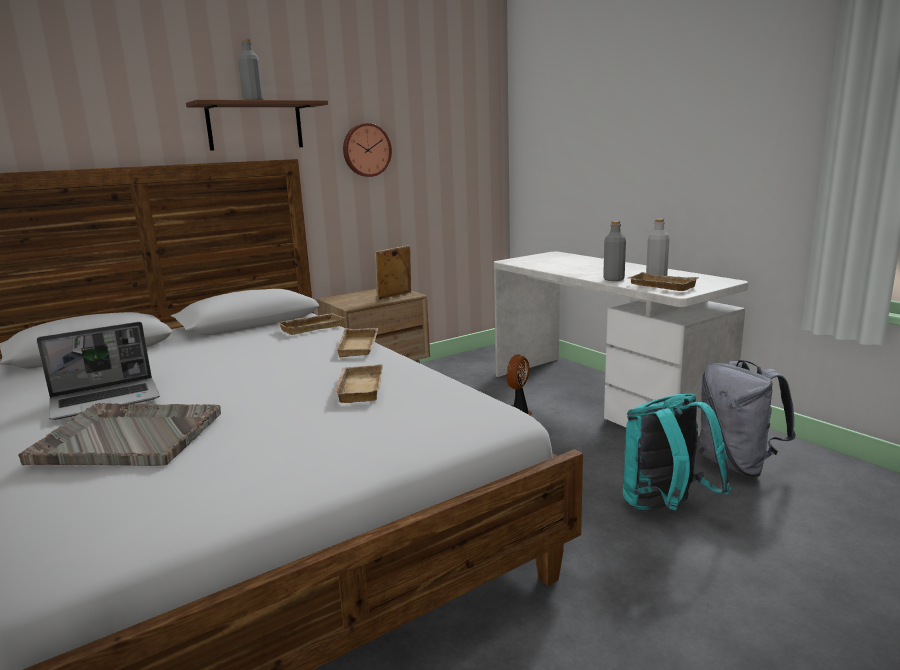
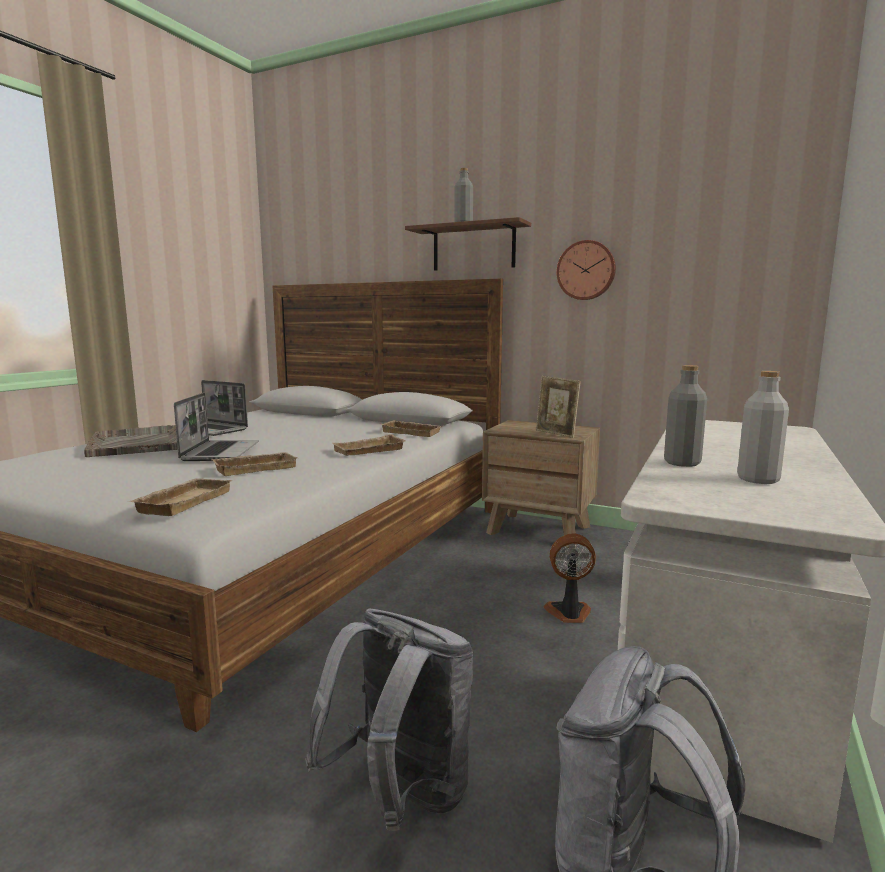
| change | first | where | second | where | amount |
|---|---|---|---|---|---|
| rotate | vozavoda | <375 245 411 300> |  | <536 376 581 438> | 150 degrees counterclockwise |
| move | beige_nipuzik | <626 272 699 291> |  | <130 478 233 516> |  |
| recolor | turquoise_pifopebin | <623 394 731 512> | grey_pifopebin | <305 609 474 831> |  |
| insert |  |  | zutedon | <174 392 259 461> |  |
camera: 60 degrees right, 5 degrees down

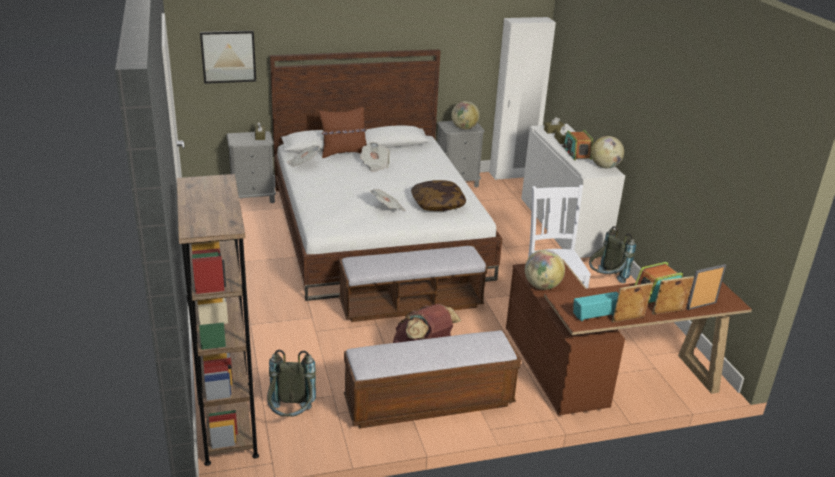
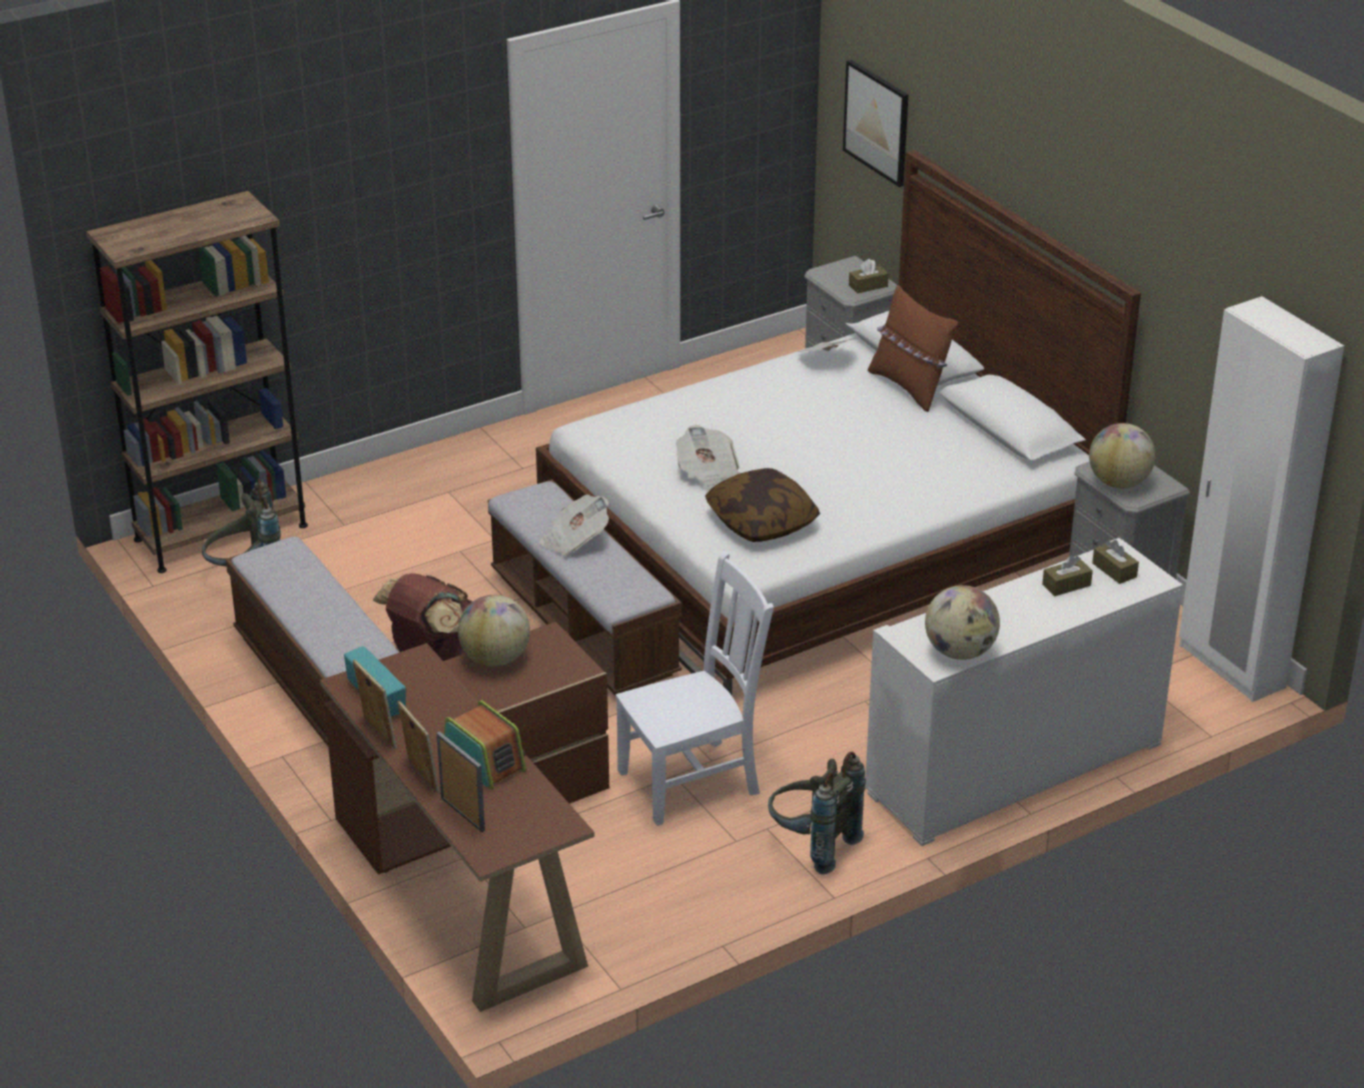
| change | first | where | second | where | amount |
|---|---|---|---|---|---|
| delete | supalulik | <562 130 593 160> |  |  |  |
| move | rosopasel | <360 142 390 172> |  | <540 494 609 556> |  |
camera: 75 degrees right, 5 degrees up

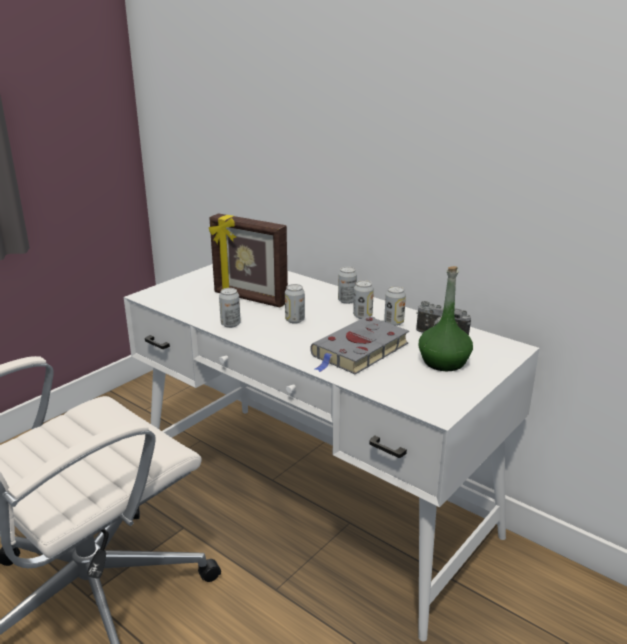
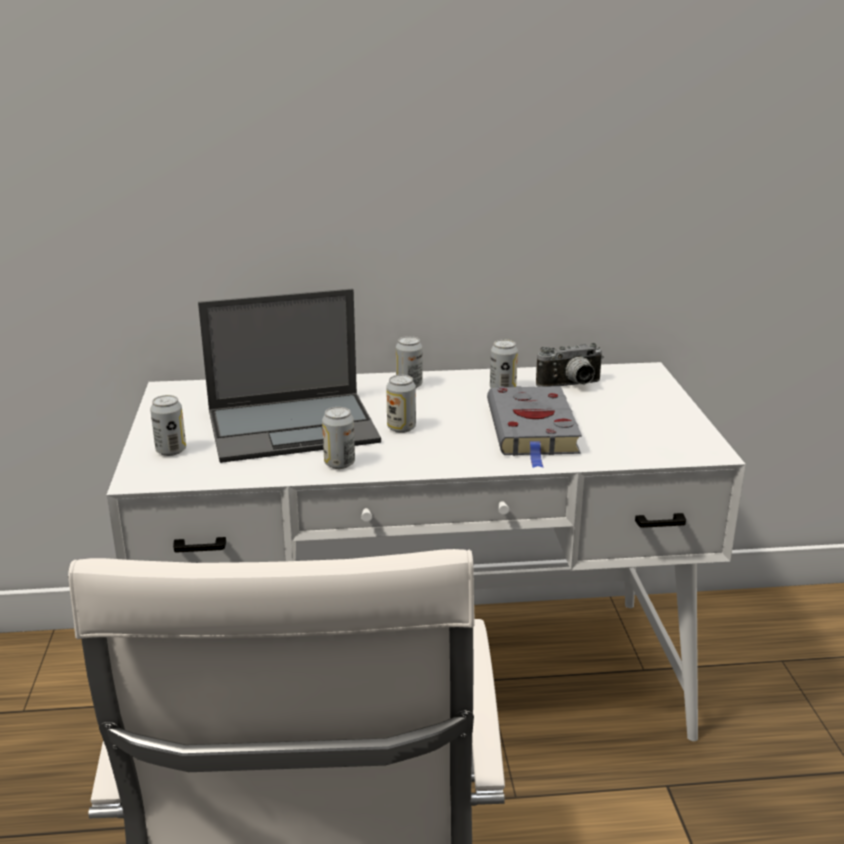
| change | first | where | second | where | amount |
|---|---|---|---|---|---|
| replace | vozavoda | <209 213 288 308> | zutedon | <198 288 381 463> |  |
| delete | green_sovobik | <419 266 473 371> |  |  |  |
| move | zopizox | <353 280 374 319> |  | <150 395 186 456> |  |
camera: 45 degrees left, 0 degrees up

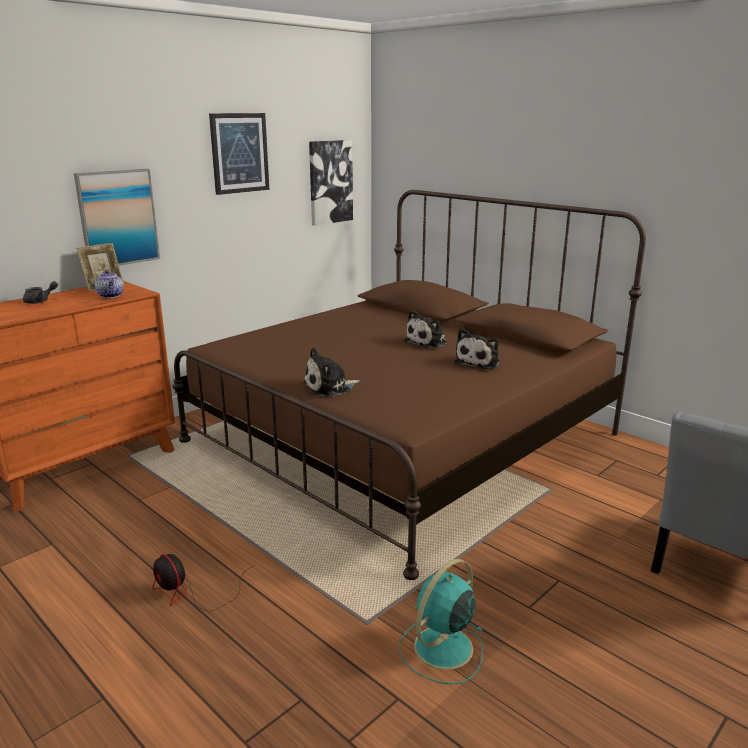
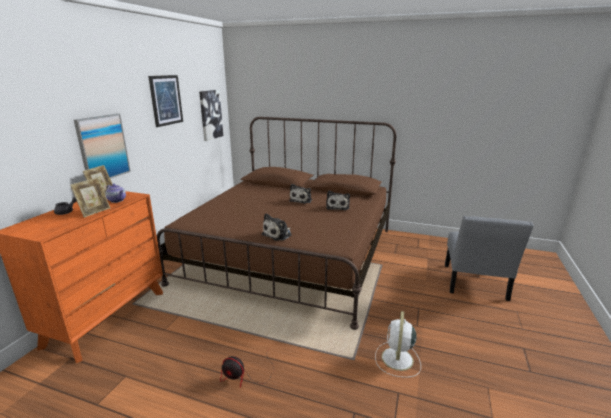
| change | first | where | second | where | amount |
|---|---|---|---|---|---|
| recolor | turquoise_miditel | <399 559 483 684> | white_miditel | <375 311 421 378> |  |
| insert |  |  | vozavoda | <70 178 110 218> |  |
camera: 25 degrees left, 0 degrees up

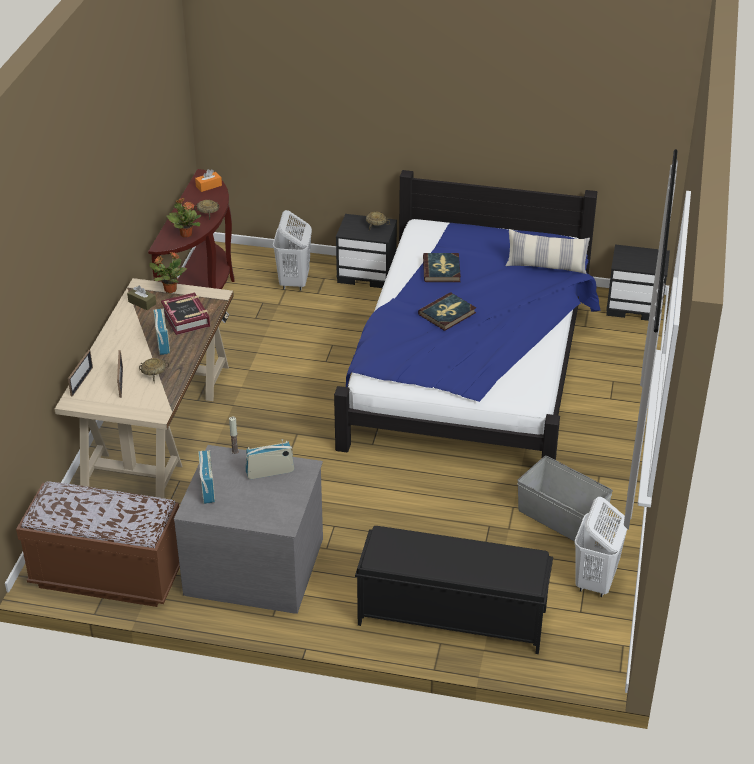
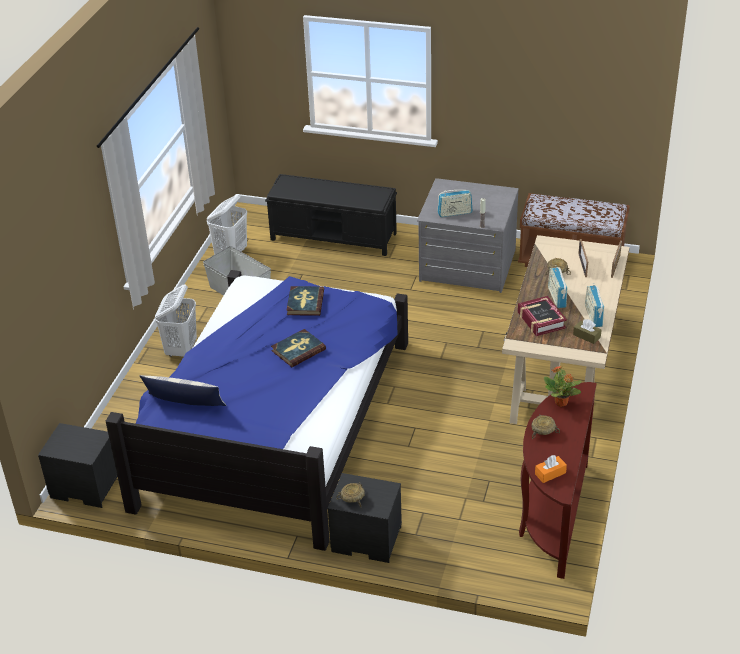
| change | first | where | second | where | amount |
|---|---|---|---|---|---|
| move | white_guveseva | <273 210 312 291> |  | <155 285 197 357> |  |
| delete | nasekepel | <150 252 187 293> |  |  |  |
| move | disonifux | <423 253 461 282> |  | <286 286 324 316> |  |
| move | supalulik | <198 450 215 504> |  | <585 283 604 327> |  |
camera: 175 degrees left, 0 degrees up

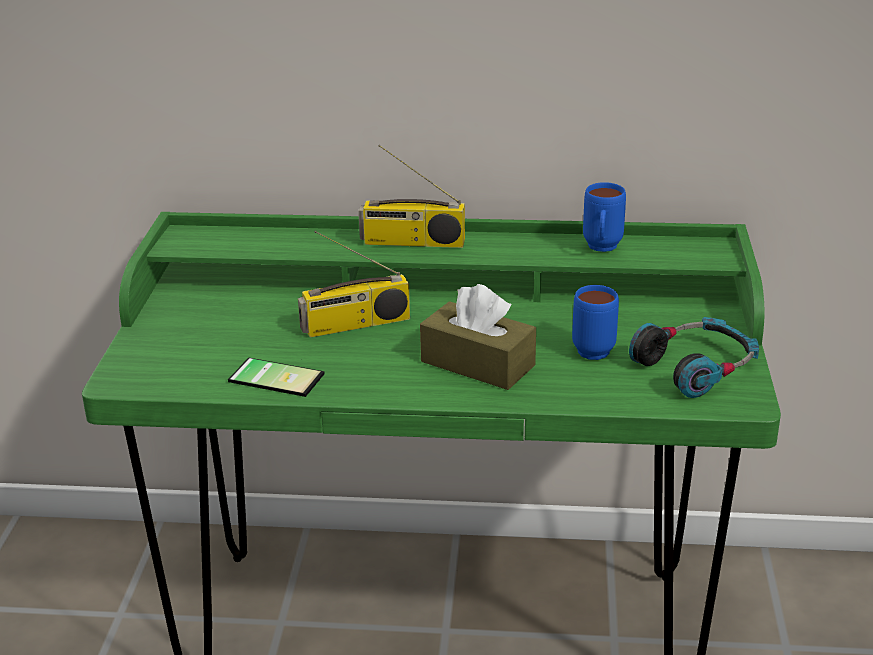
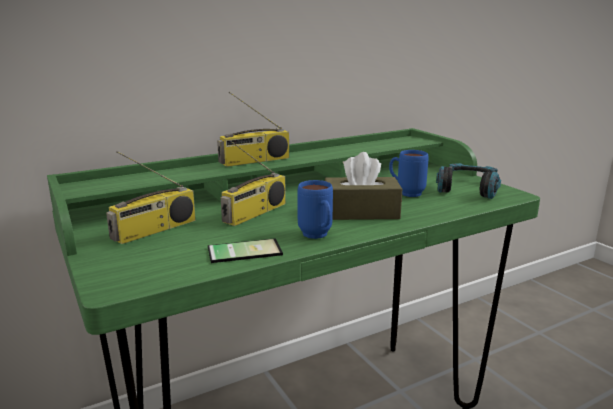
| change | first | where | second | where | amount |
|---|---|---|---|---|---|
| move | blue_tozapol | <583 182 626 252> |  | <297 180 333 239> |  |
| insert |  |  | supalulik | <106 151 196 244> |  |
camera: 35 degrees left, 10 degrees down

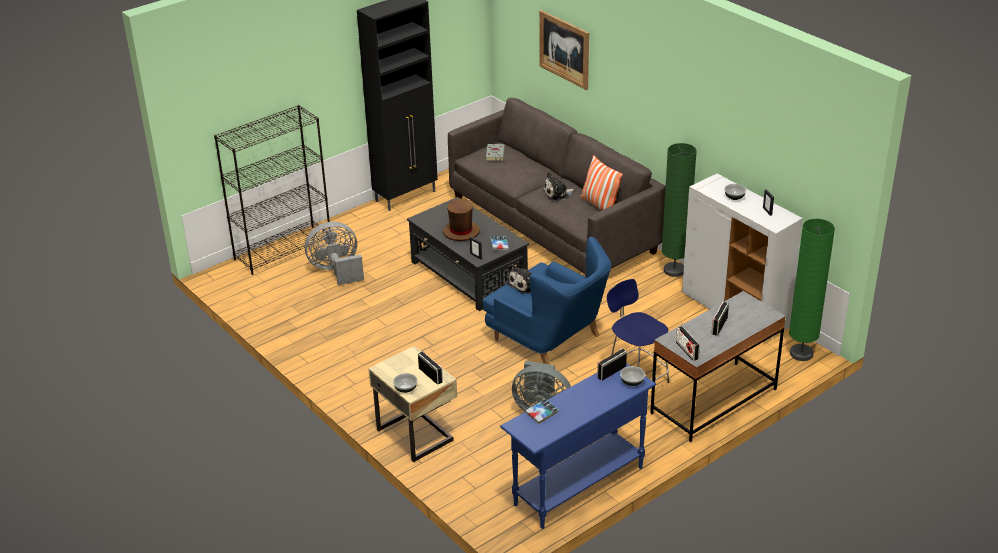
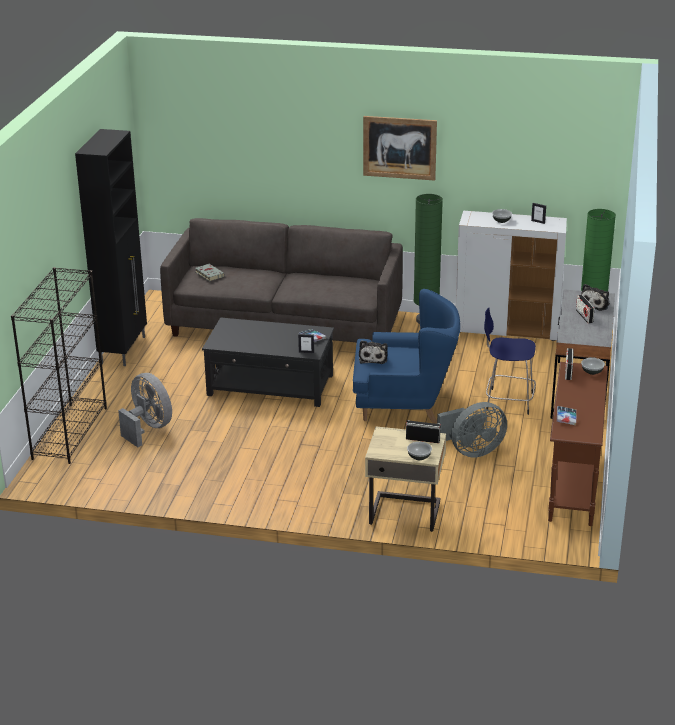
| change | first | where | second | where | amount |
|---|---|---|---|---|---|
| move | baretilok | <539 10 589 90> |  | <363 116 437 181> |  |
| delete | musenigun | <580 155 623 210> |  |  |  |
| move | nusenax | <543 172 575 201> |  | <581 284 610 311> |  |
| delete | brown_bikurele | <443 199 480 241> |  |  |  |
| rotate | grey_miditel | <305 222 364 285> |  | <118 373 172 447> | 105 degrees clockwise |
| delete | supalulik | <676 326 700 361> |  |  |  |
| recolor | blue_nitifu | <500 363 656 529> | brown_nitifu | <548 362 608 526> |  |
camera: 40 degrees left, 5 degrees down

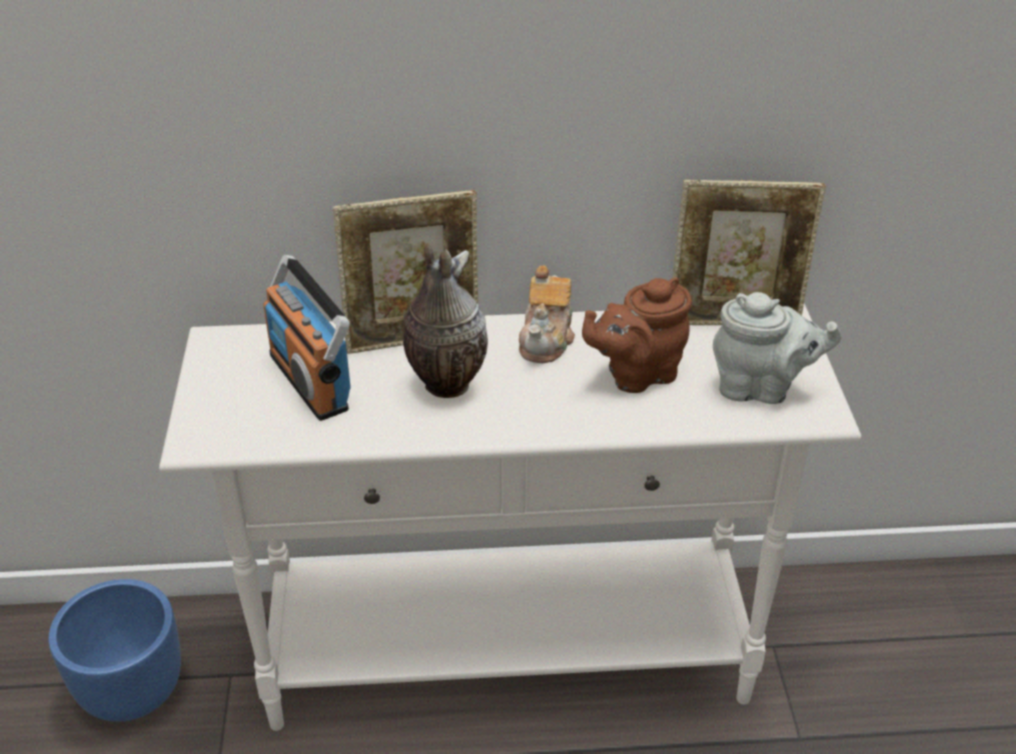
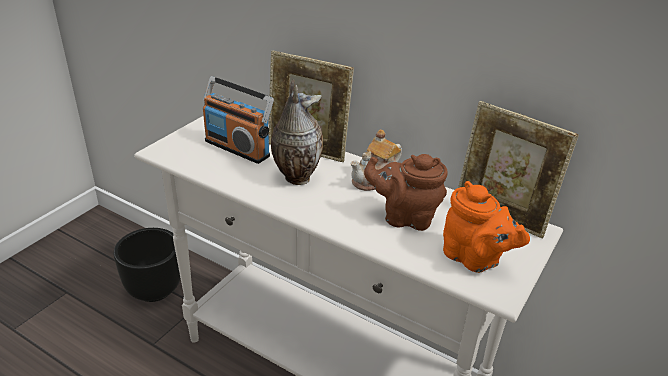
| change | first | where | second | where | amount |
|---|---|---|---|---|---|
| rotate | supalulik | <263 255 351 421> |  | <203 76 274 164> | 60 degrees counterclockwise |
| recolor | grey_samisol | <713 292 842 404> | orange_samisol | <443 181 530 273> |  |
| recolor | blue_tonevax | <49 579 181 722> | black_tonevax | <114 228 181 302> |  |
camera: 35 degrees right, 5 degrees down

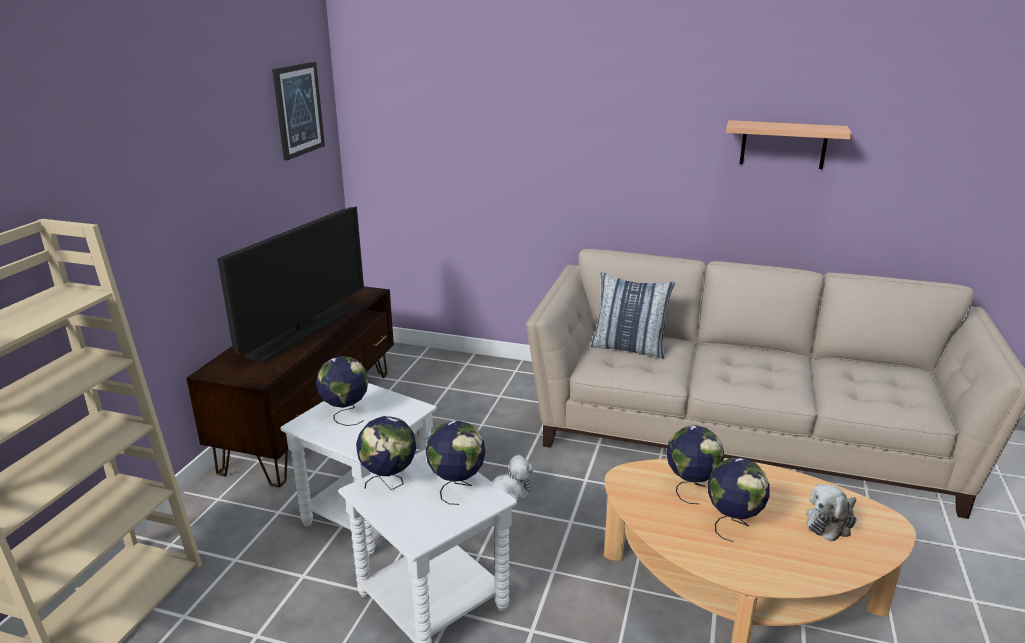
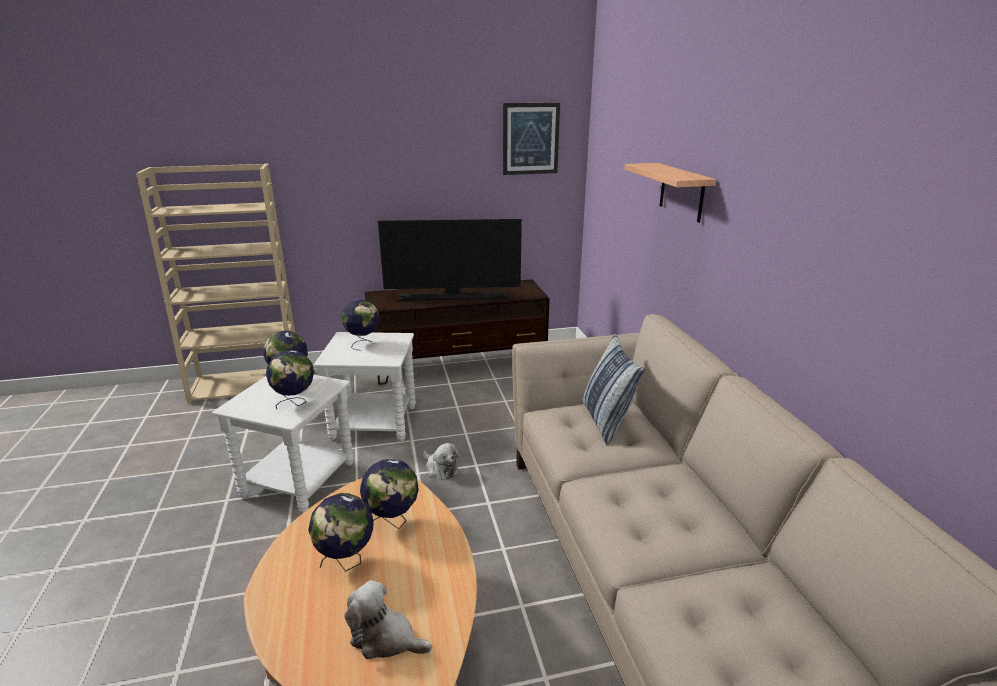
| change | first | where | second | where | amount |
|---|---|---|---|---|---|
| move | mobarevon | <726 120 852 169> |  | <624 163 716 223> |  |
camera: 60 degrees right, 0 degrees up

